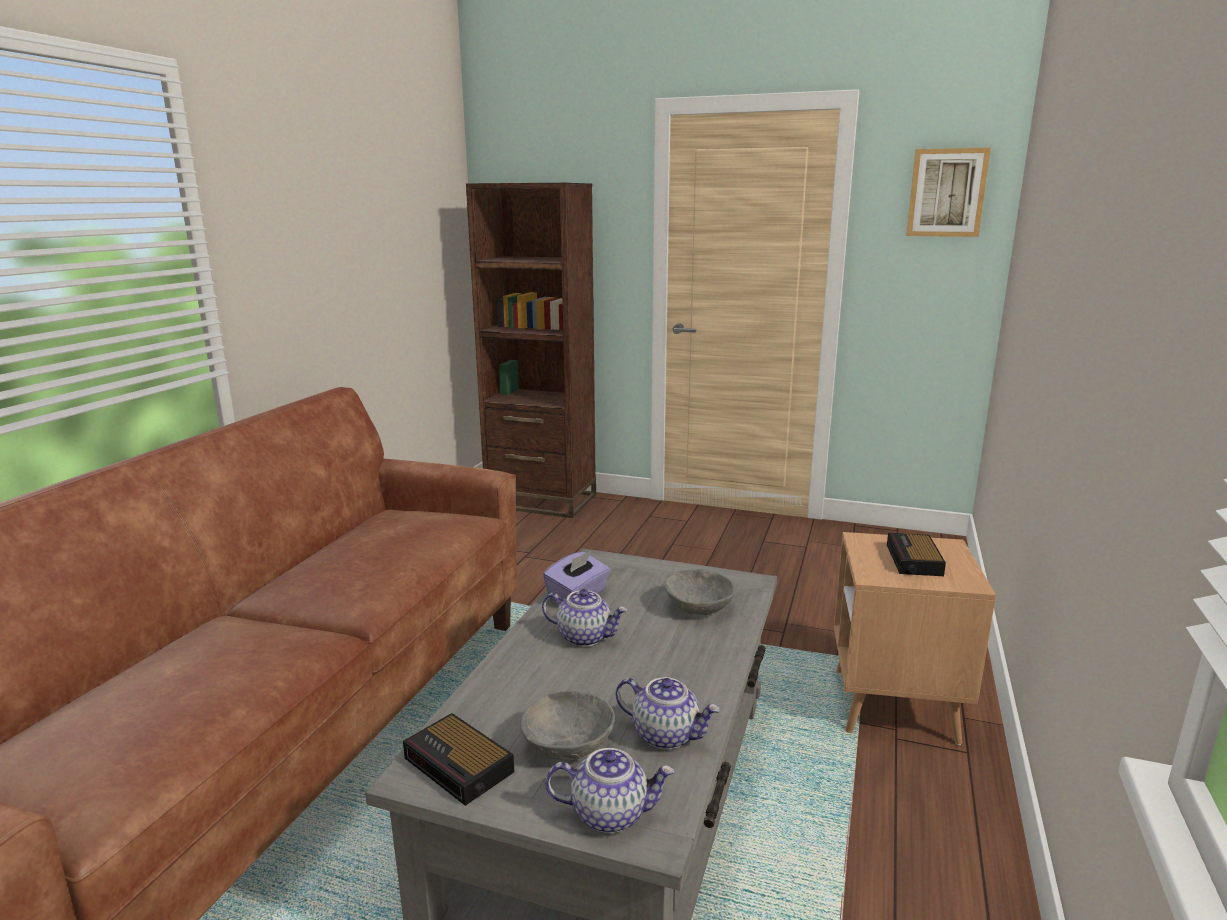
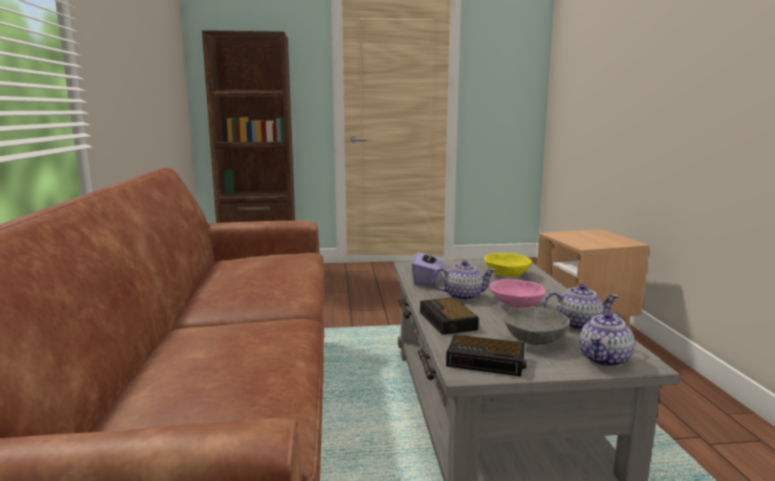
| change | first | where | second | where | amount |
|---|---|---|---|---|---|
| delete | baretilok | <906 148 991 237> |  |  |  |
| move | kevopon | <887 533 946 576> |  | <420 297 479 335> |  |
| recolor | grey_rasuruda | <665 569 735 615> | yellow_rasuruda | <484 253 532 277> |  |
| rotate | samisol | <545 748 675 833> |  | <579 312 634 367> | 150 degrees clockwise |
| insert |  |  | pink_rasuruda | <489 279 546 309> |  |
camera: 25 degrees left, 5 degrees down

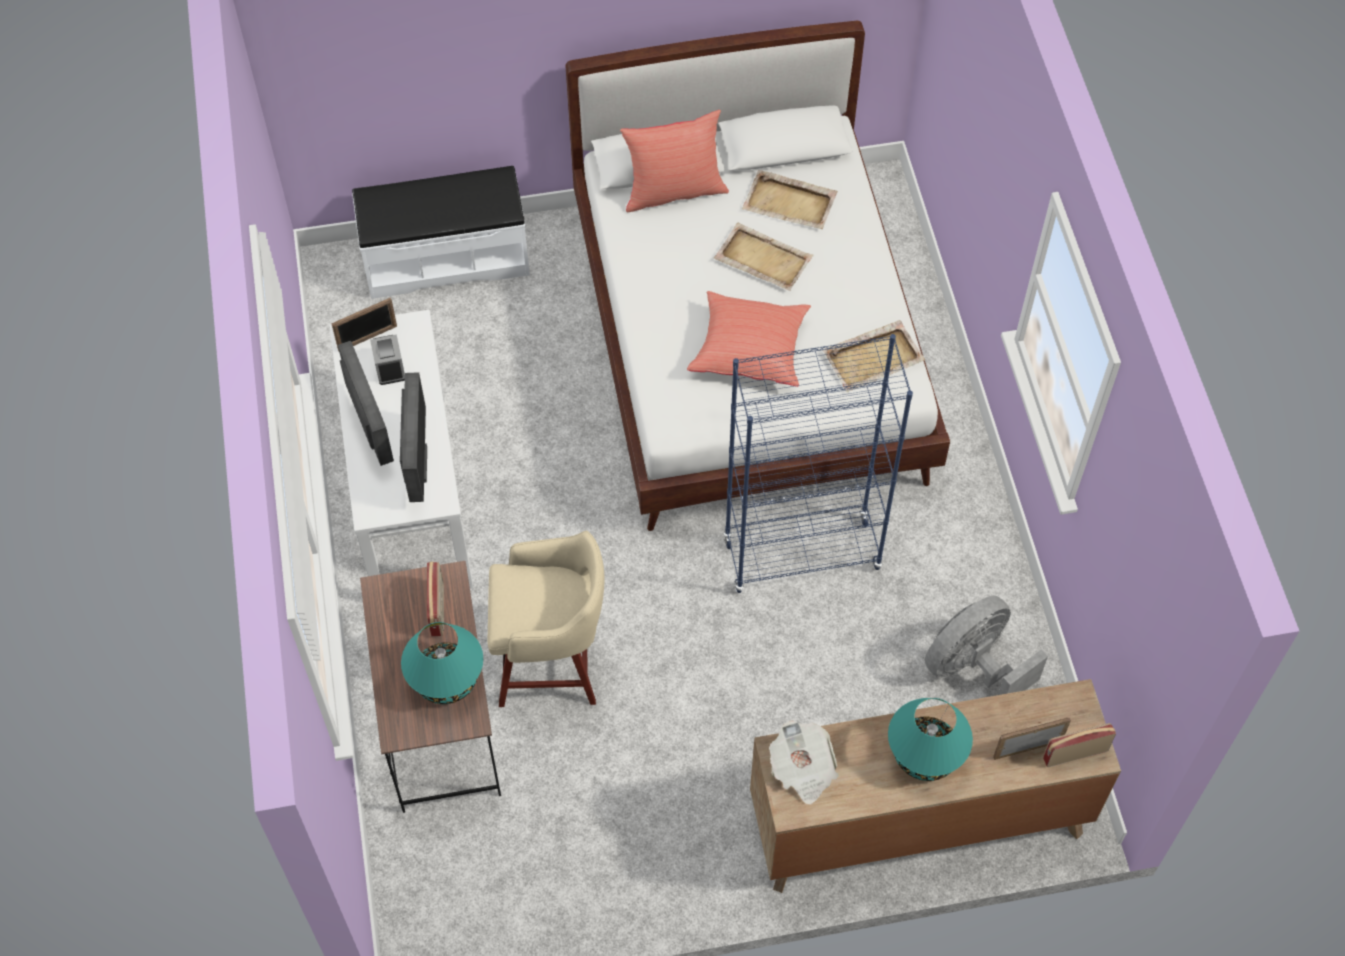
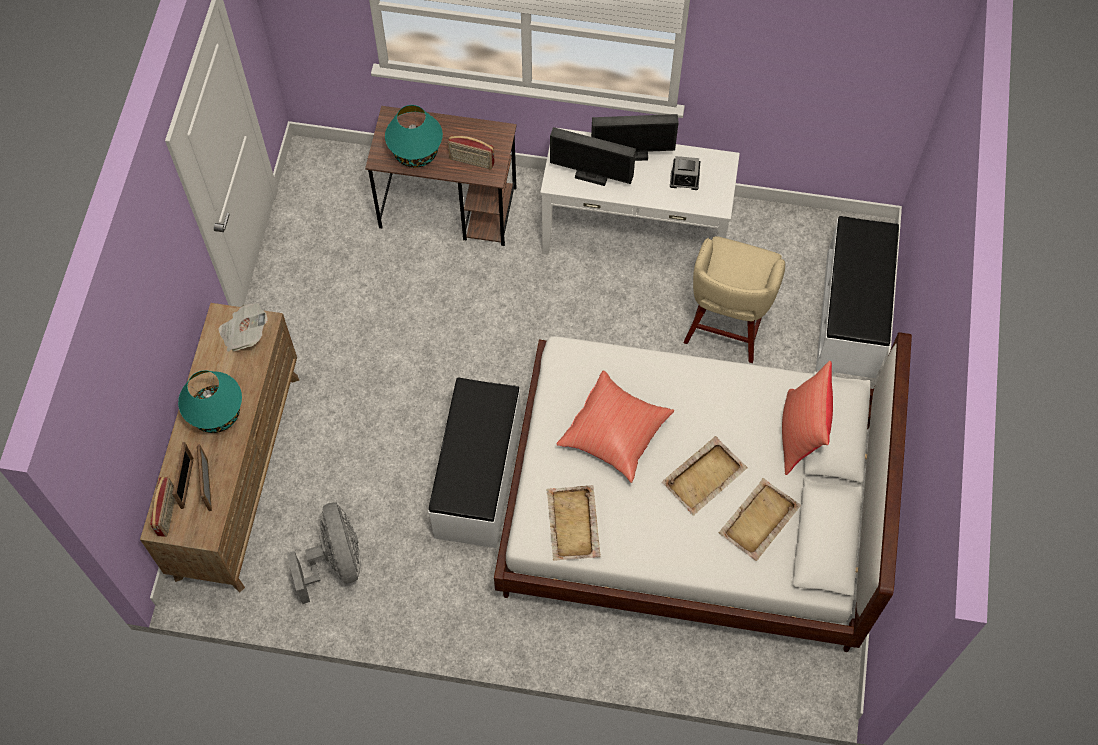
| change | first | where | second | where | amount |
|---|---|---|---|---|---|
| move | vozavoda | <331 297 397 351> |  | <197 444 212 511> |  |
| replace | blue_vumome | <724 334 913 593> | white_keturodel | <428 377 521 548> |  |
| move | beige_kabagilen | <488 531 605 707> |  | <684 236 785 363> |  |
camera: 110 degrees right, 5 degrees up

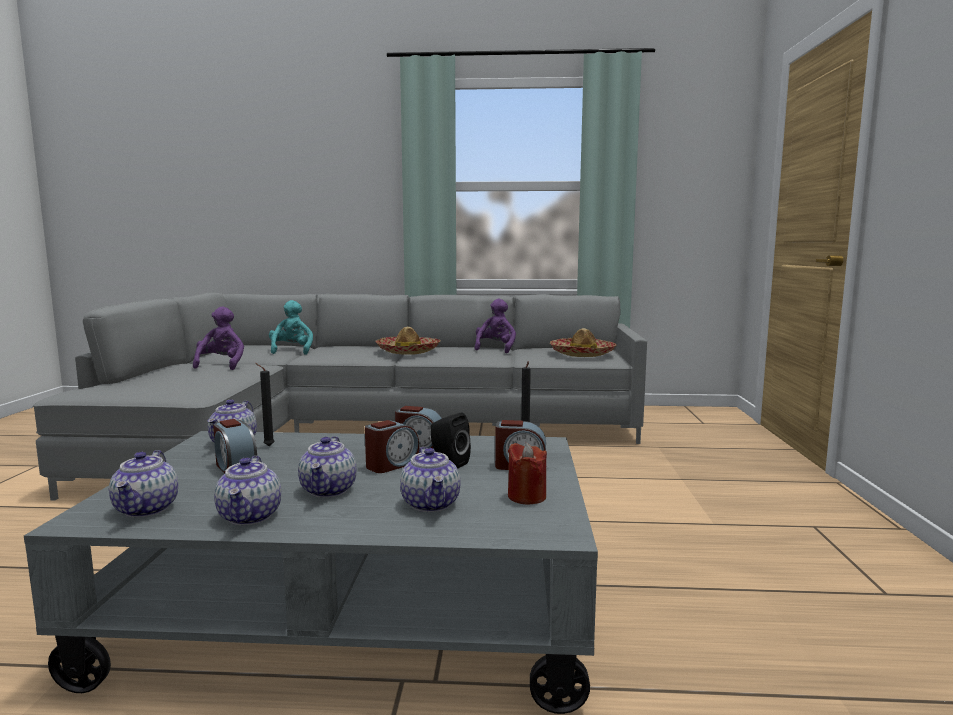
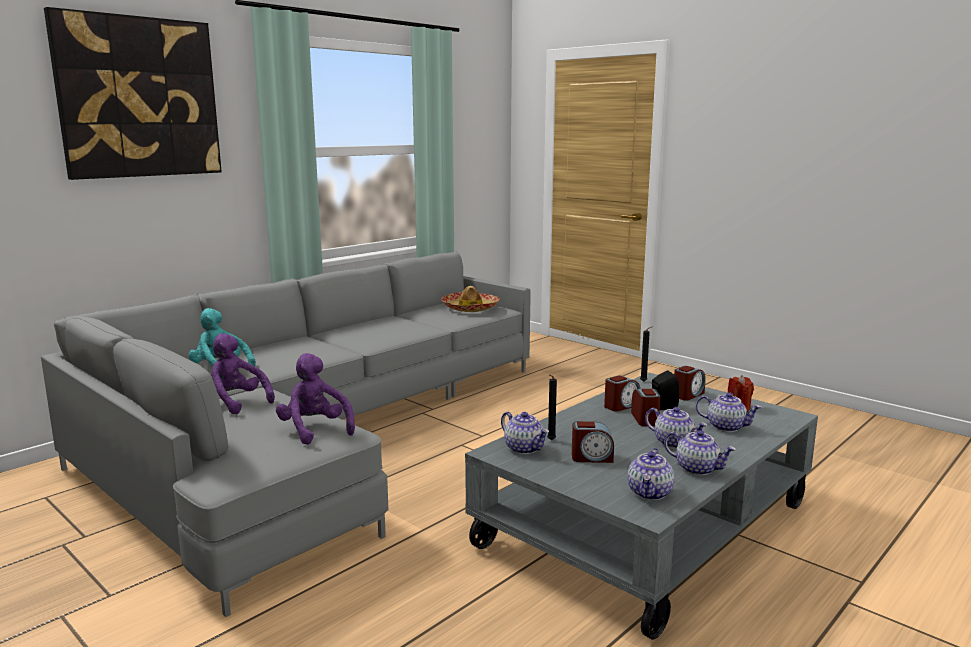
| change | first | where | second | where | amount |
|---|---|---|---|---|---|
| move | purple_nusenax | <475 299 516 353> |  | <276 353 355 445> |  |
| delete | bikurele | <375 326 441 355> |  |  |  |
| rotate | samisol | <109 450 178 517> |  | <627 448 674 500> | 75 degrees clockwise |
| insert |  |  | baretilok | <44 7 222 180> |  |
camera: 50 degrees left, 5 degrees up

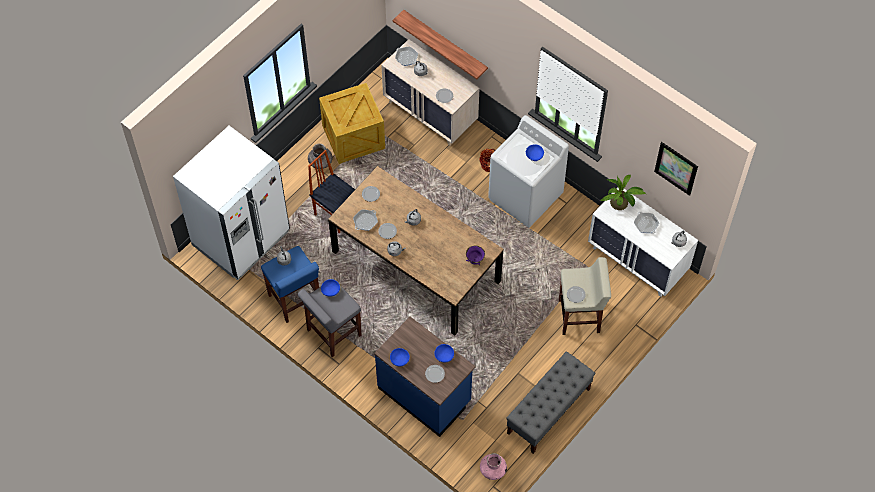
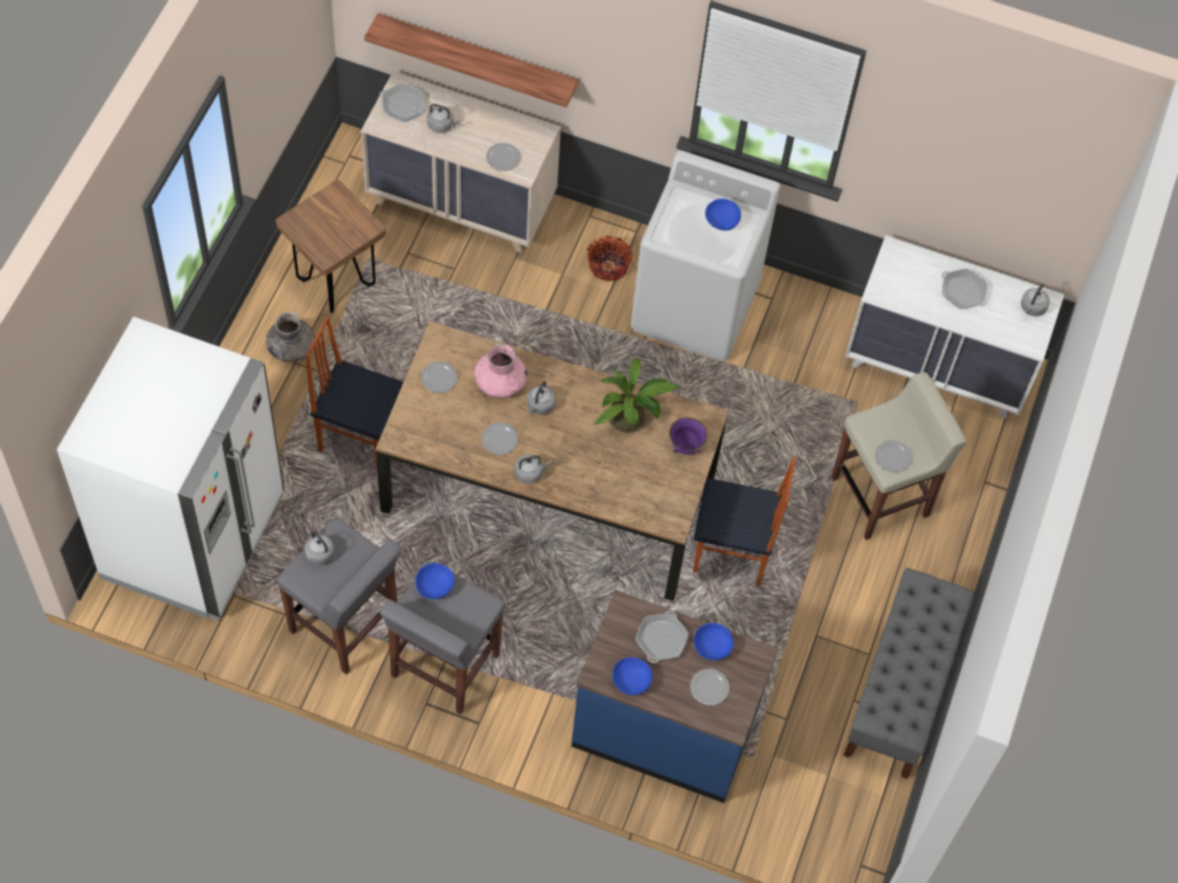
| change | first | where | second | where | amount |
|---|---|---|---|---|---|
| replace | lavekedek | <319 83 385 164> | brown_kabagilen | <276 180 386 313> |  |
| delete | baretilok | <654 142 698 196> |  |  |  |
| move | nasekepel | <601 175 646 210> |  | <593 358 680 433> |  |
| move | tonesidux | <353 209 378 231> |  | <635 611 689 663> |  |
| recolor | blue_kabagilen | <261 246 319 323> | grey_kabagilen | <277 518 402 675> |  |
| move | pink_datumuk | <480 453 507 480> |  | <475 343 527 398> |  |
| insert |  |  | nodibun | <693 456 796 586> |  |
camera: 25 degrees left, 0 degrees up

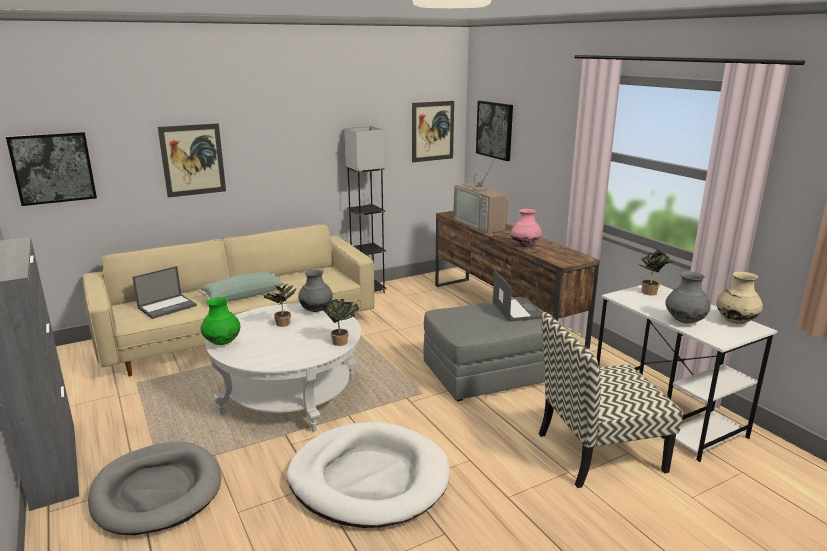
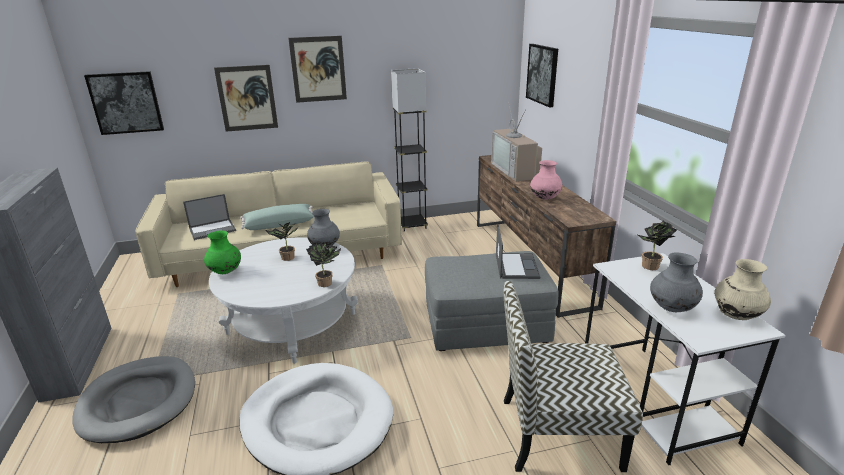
| change | first | where | second | where | amount |
|---|---|---|---|---|---|
| move | baretilok | <412 101 454 162> |  | <288 36 347 103> |  |
camera: 15 degrees right, 5 degrees up

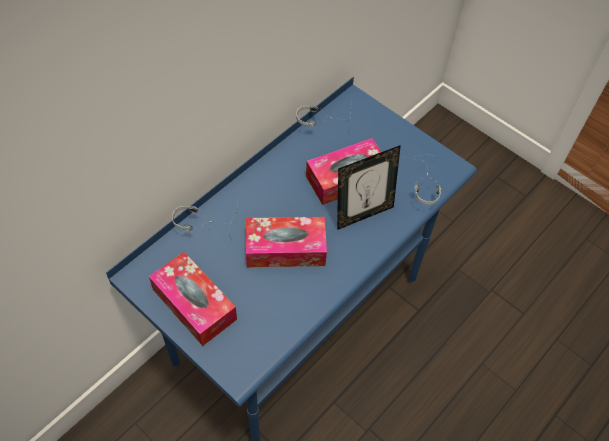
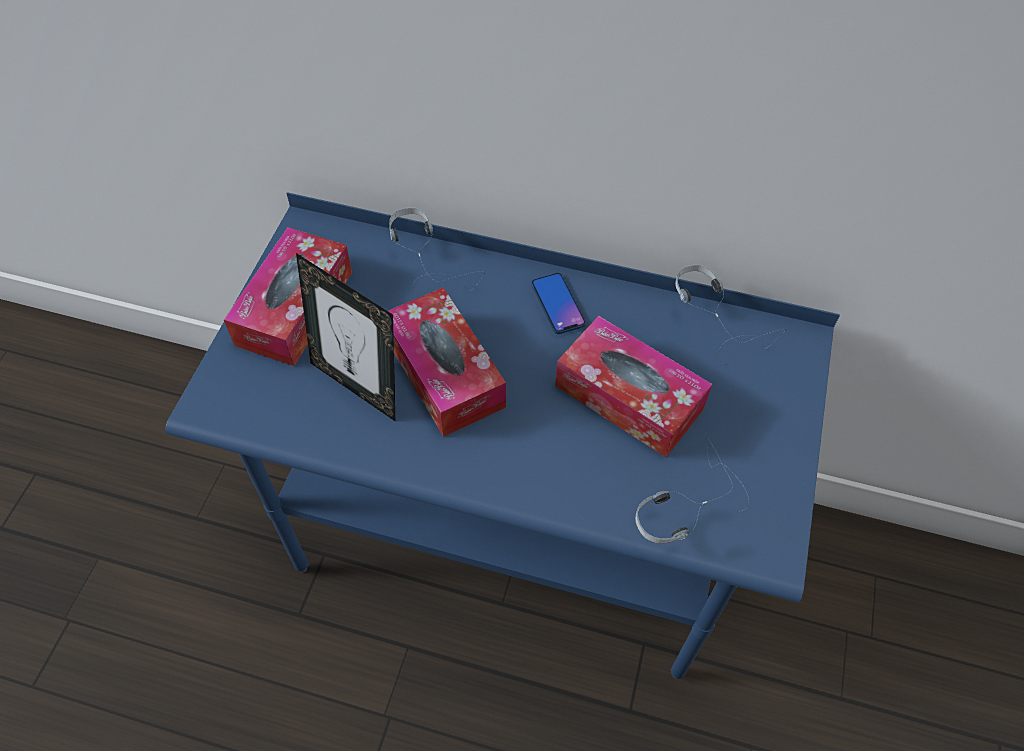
| change | first | where | second | where | amount |
|---|---|---|---|---|---|
| move | vozavoda | <337 145 401 230> |  | <296 253 395 421> |  |
| insert |  |  | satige | <531 273 586 334> |  |
camera: 65 degrees right, 0 degrees up

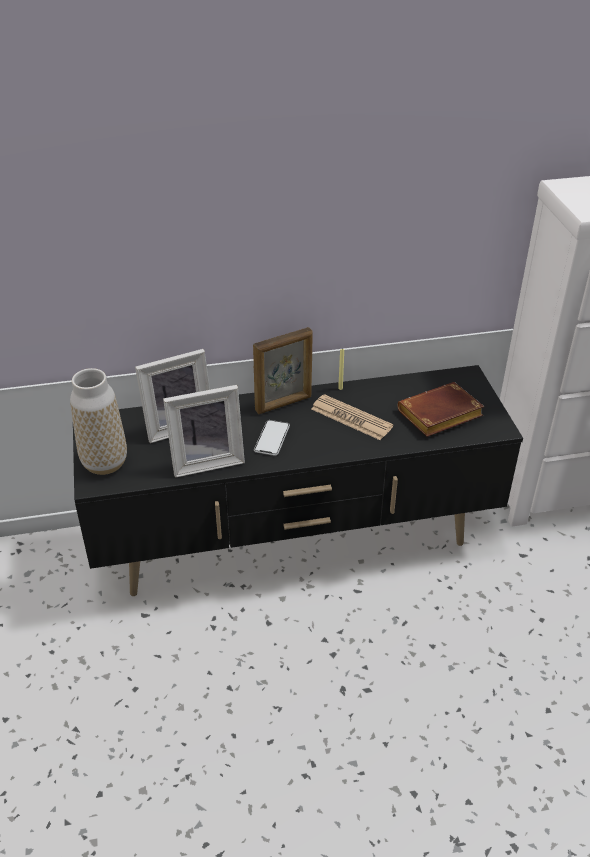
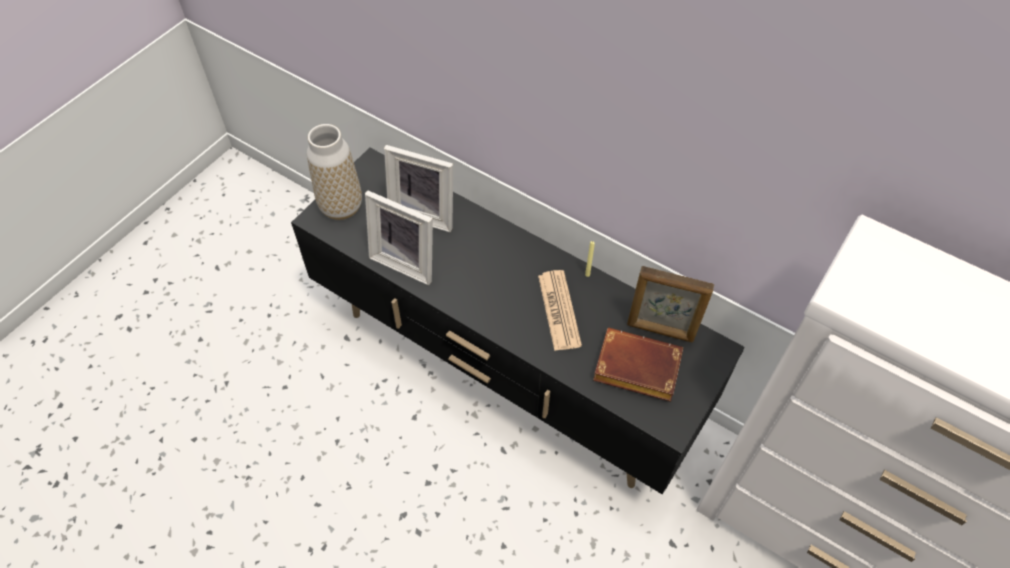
| change | first | where | second | where | amount |
|---|---|---|---|---|---|
| move | vozavoda | <253 327 312 414> |  | <627 266 714 342> |  |
| delete | satige | <254 420 290 456> |  |  |  |
camera: 45 degrees right, 15 degrees up

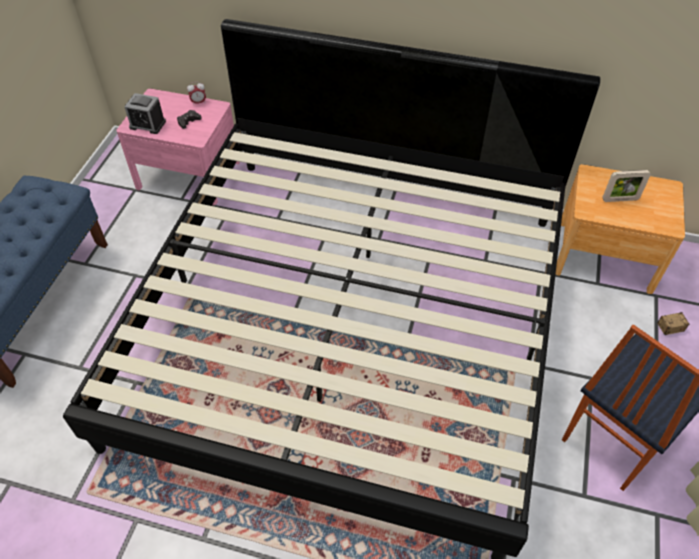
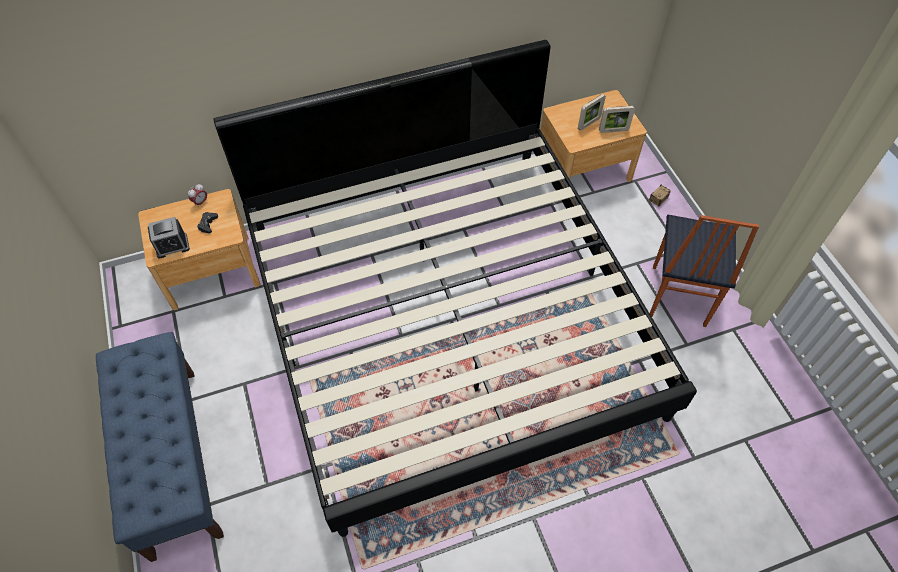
| change | first | where | second | where | amount |
|---|---|---|---|---|---|
| recolor | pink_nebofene | <116 89 240 205> | brown_nebofene | <138 189 260 310> |  |
| insert |  |  | vozavoda | <599 106 635 133> |  |
camera: 35 degrees left, 5 degrees up

